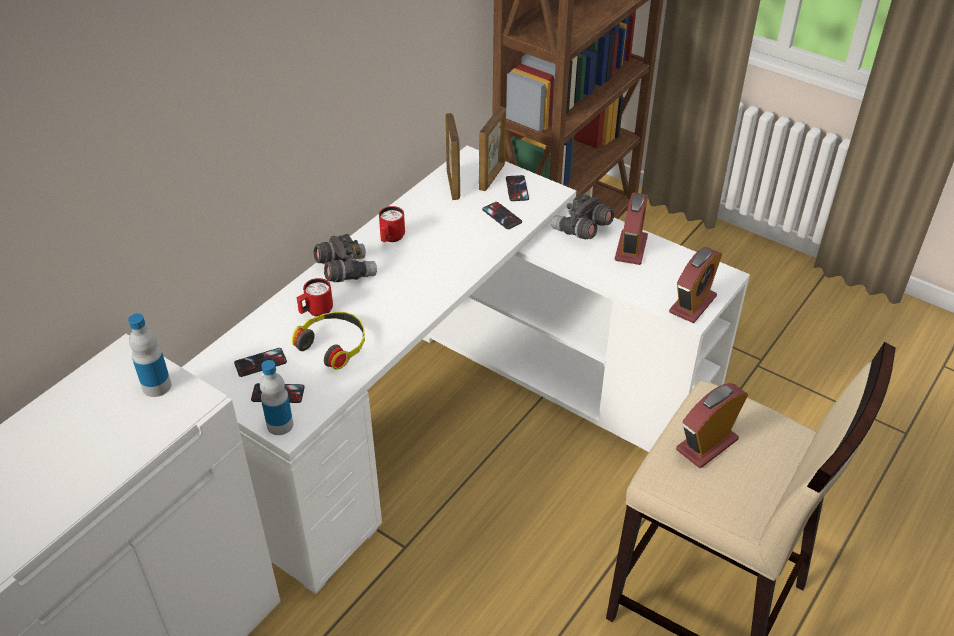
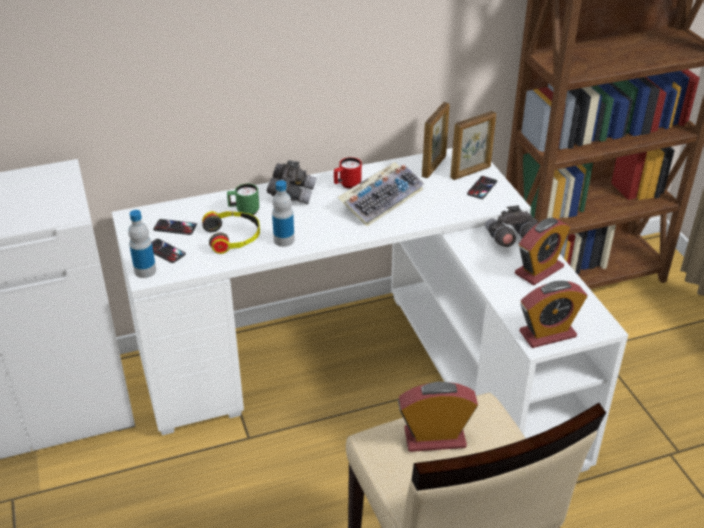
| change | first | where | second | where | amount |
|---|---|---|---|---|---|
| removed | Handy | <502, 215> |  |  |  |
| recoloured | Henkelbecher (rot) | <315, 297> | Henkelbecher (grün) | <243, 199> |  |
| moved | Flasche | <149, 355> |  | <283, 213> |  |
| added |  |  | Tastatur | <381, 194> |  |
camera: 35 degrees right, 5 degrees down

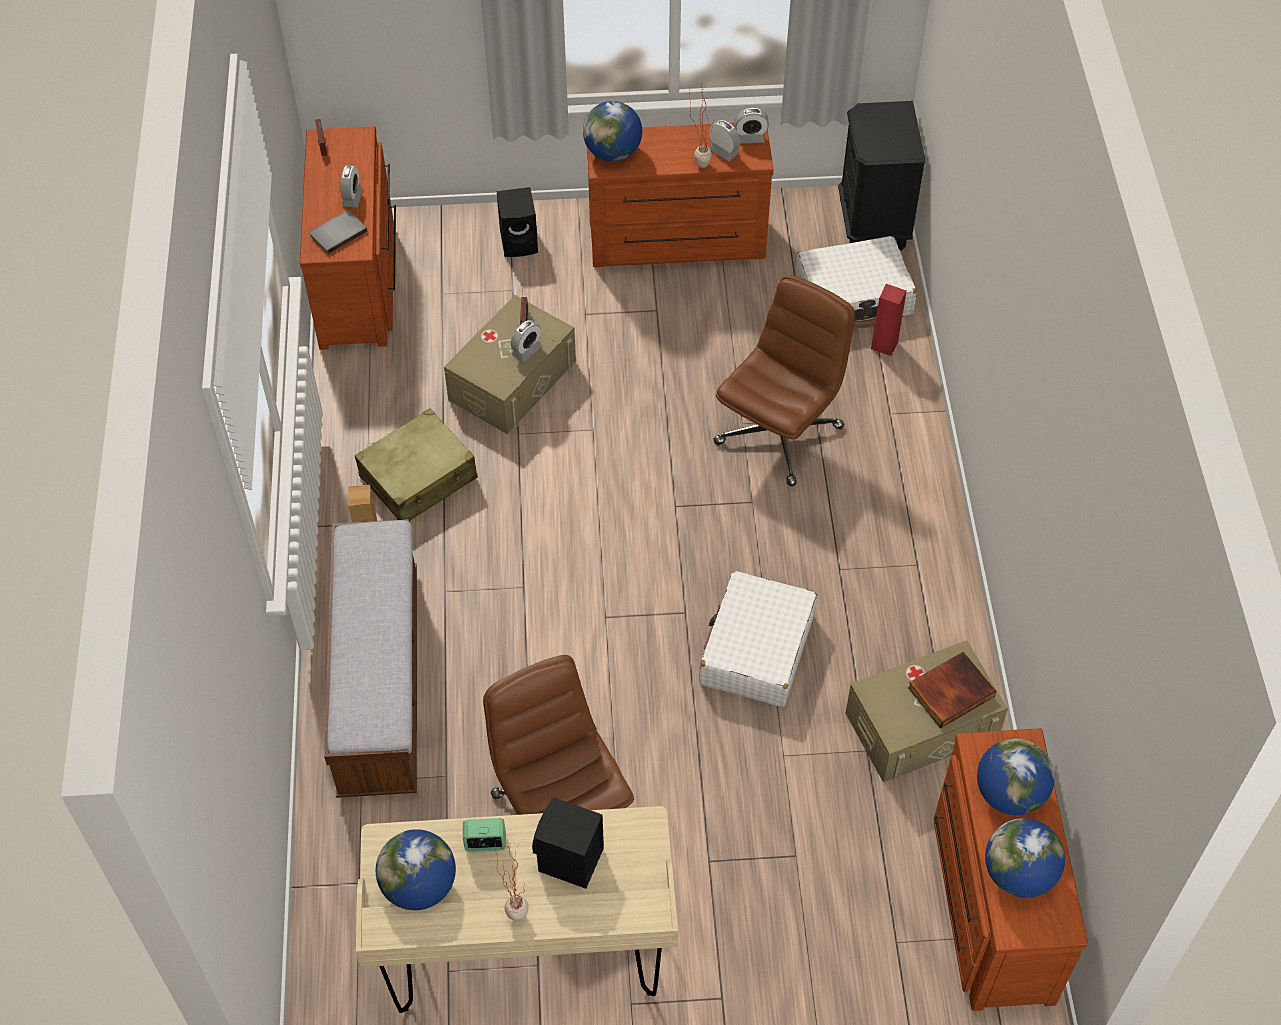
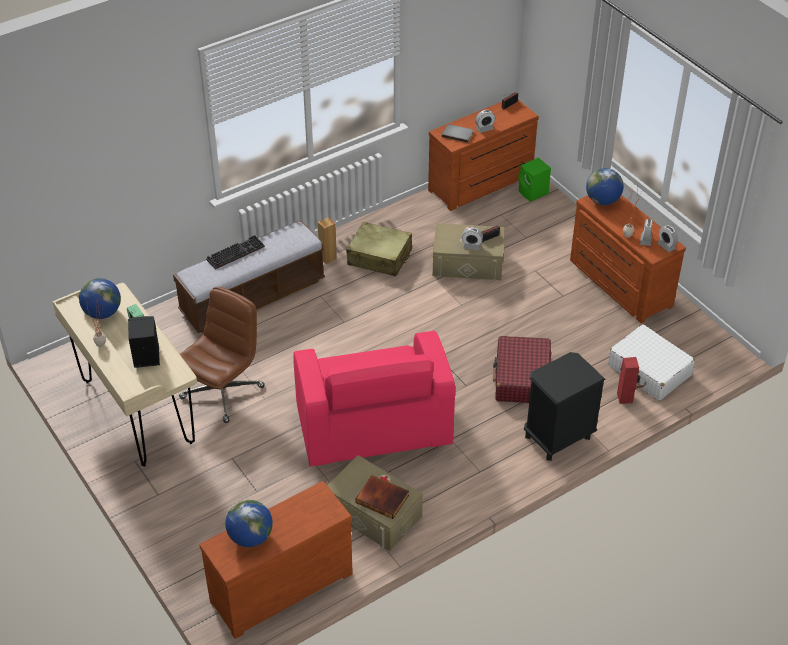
| change | first | where | second | where | amount |
|---|---|---|---|---|---|
| moved | Nachttisch (schwarz) | <881, 176> |  | <564, 406> |  |
| removed | Lautsprecher (schwarz) | <517, 222> |  |  |  |
| replaced | Bürostuhl (braun) | <784, 380> | Koffer (rot) | <522, 369> |  |
| replaced | Koffer (weiß) | <758, 639> | Sessel (rosa) | <374, 399> |  |
| removed | Globus | <1016, 776> |  |  |  |
| added |  |  | Lautsprecher (grün) | <534, 179> |  |
| added |  |  | Tastatur | <235, 252> |  |
camera: 60 degrees right, 10 degrees down

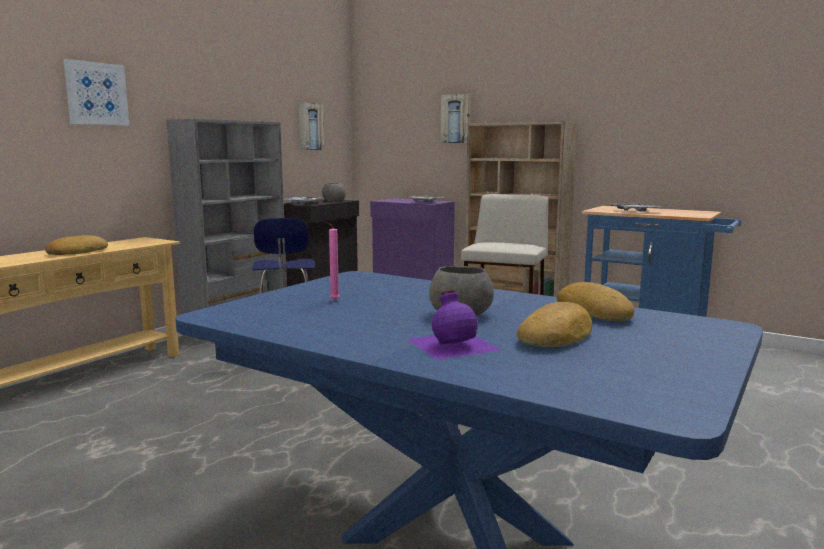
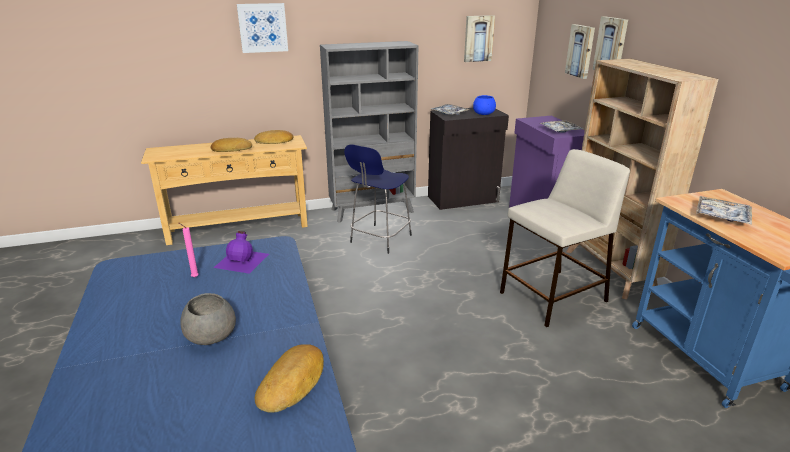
| change | first | where | second | where | amount |
|---|---|---|---|---|---|
| recoloured | Schüssel (grau) | <334, 192> | Schüssel (blau) | <484, 105> |  |
| moved | Flasche (lila) | <454, 325> |  | <241, 252> |  |
| moved | Brot | <554, 324> |  | <274, 137> |  |
| added |  |  | Bild | <580, 51> |  |
camera: 40 degrees right, 15 degrees up

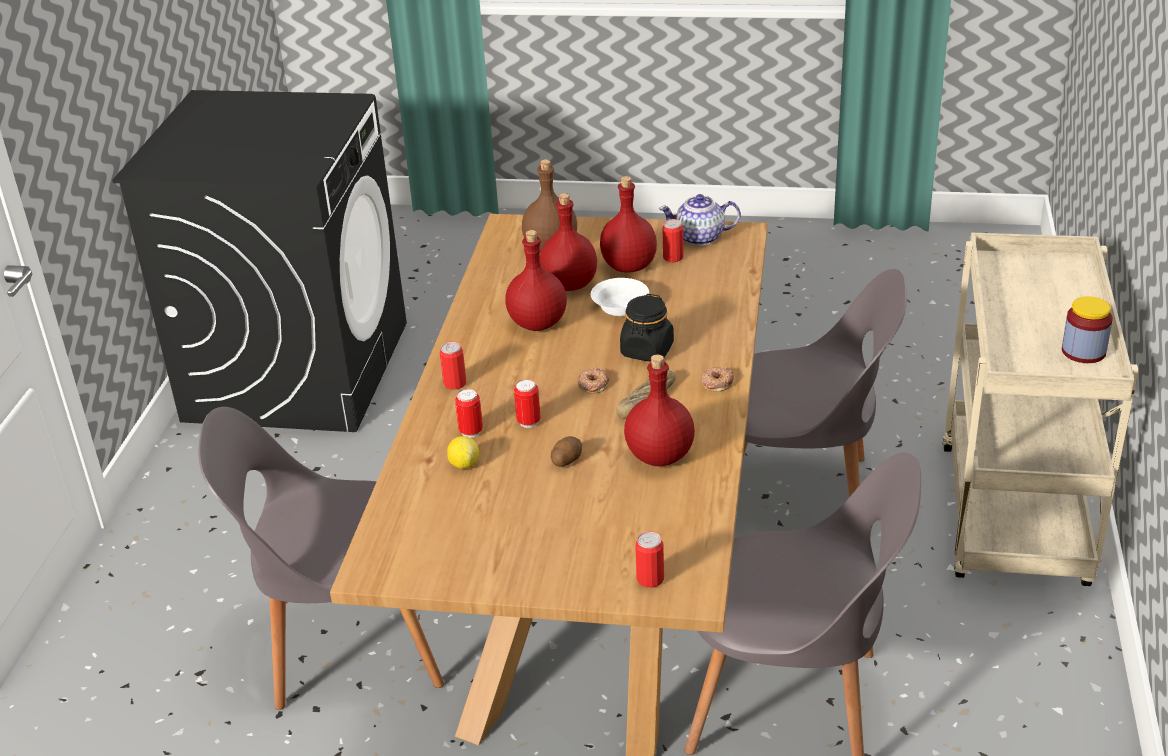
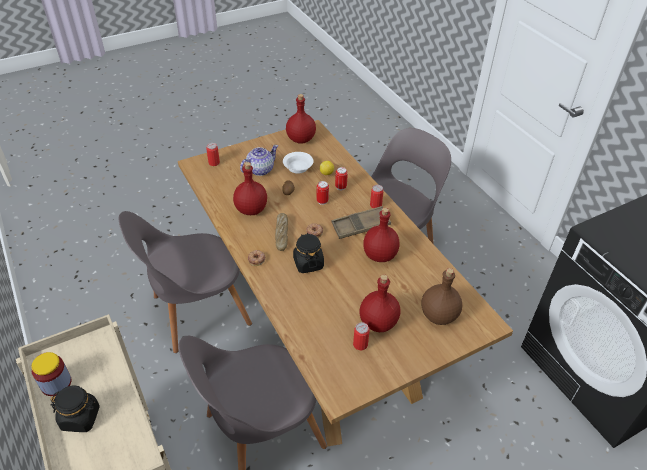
| change | first | where | second | where | amount |
|---|---|---|---|---|---|
| moved | Flasche (rot) | <568, 242> |  | <301, 119> |  |
| moved | Teekanne | <700, 220> |  | <259, 160> |  |
| moved | Schüssel (weiß) | <620, 297> |  | <298, 163> |  |
| added |  |  | Tablett (braun) | <361, 222> |  |
| added |  |  | Vorratsglas (schwarz) | <75, 408> |  |
camera: 140 degrees right, 10 degrees up

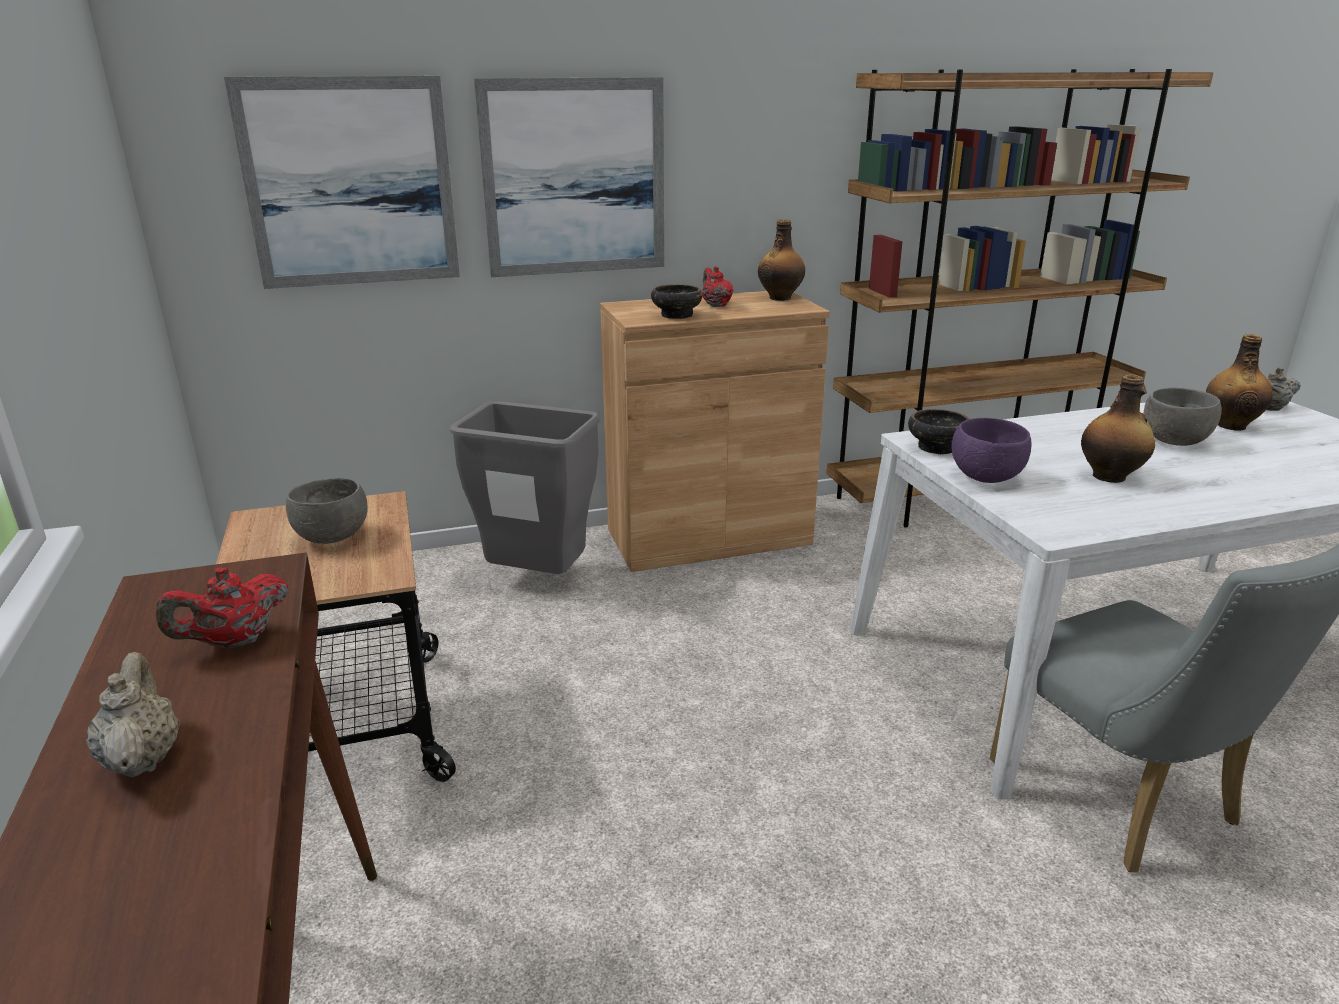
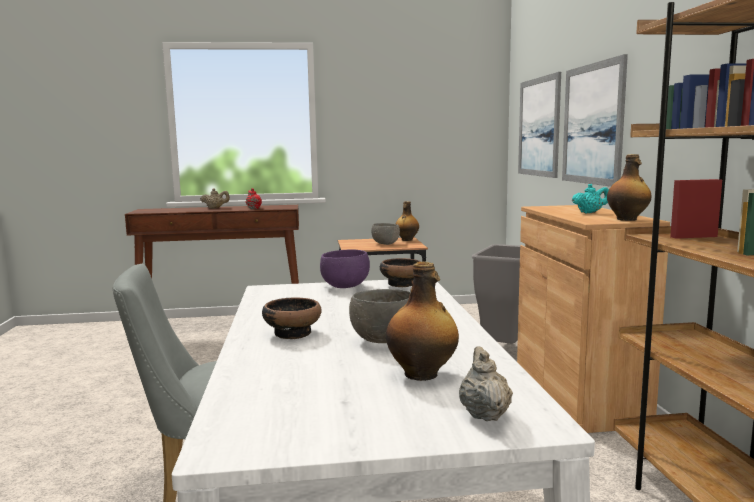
| change | first | where | second | where | amount |
|---|---|---|---|---|---|
| recoloured | Teekanne (rot) | <718, 286> | Teekanne (türkis) | <590, 198> |  |
| moved | Schüssel | <677, 301> |  | <292, 318> |  |
| moved | Flasche | <1118, 428> |  | <407, 221> |  |
camera: 100 degrees right, 15 degrees down

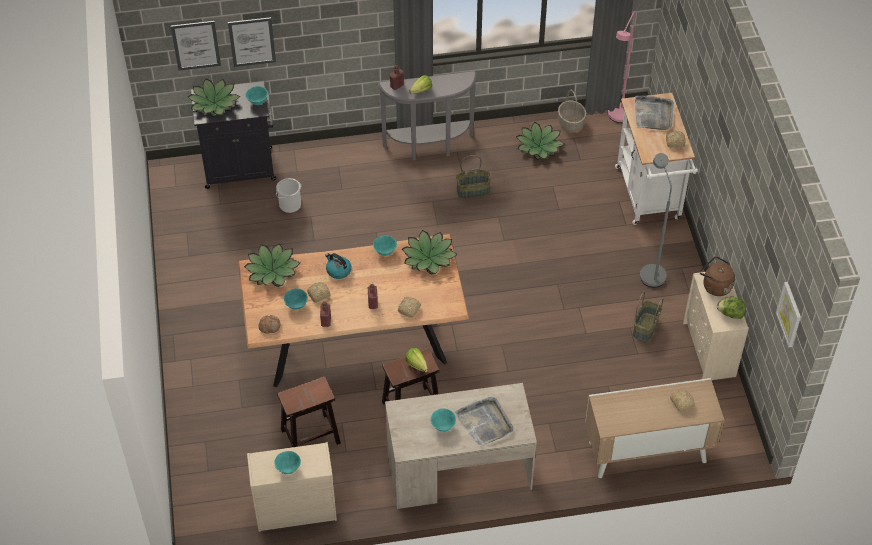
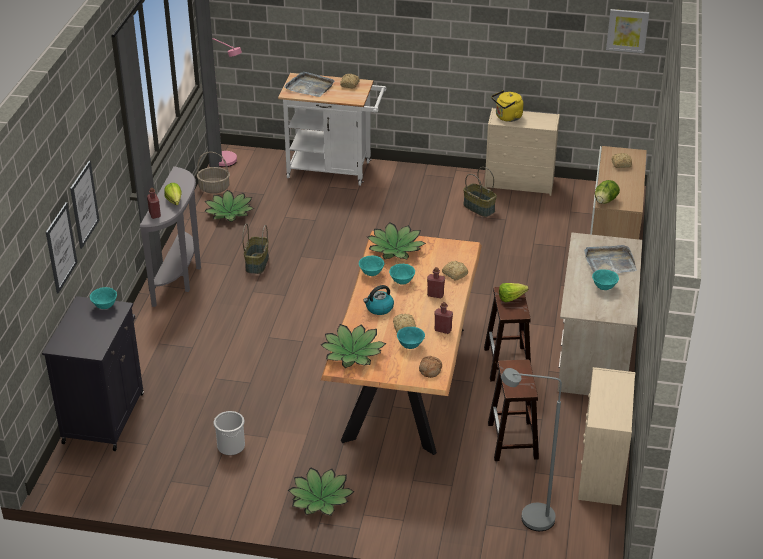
| change | first | where | second | where | amount |
|---|---|---|---|---|---|
| moved | Bild | <196, 45> |  | <84, 205> |  |
| moved | Topfpflanze | <214, 98> |  | <321, 491> |  |
| moved | Stehlampe (grau) | <656, 220> |  | <531, 449> |  |
| moved | Eimer | <288, 195> |  | <229, 433> |  |
| recoloured | Wasserkessel (braun) | <717, 276> | Wasserkessel (gelb) | <507, 106> |  |
| moved | Salatkopf | <731, 308> |  | <607, 192> |  |
| moved | Schüssel (türkis) | <287, 462> |  | <402, 274> |  |
camera: 70 degrees left, 15 degrees down

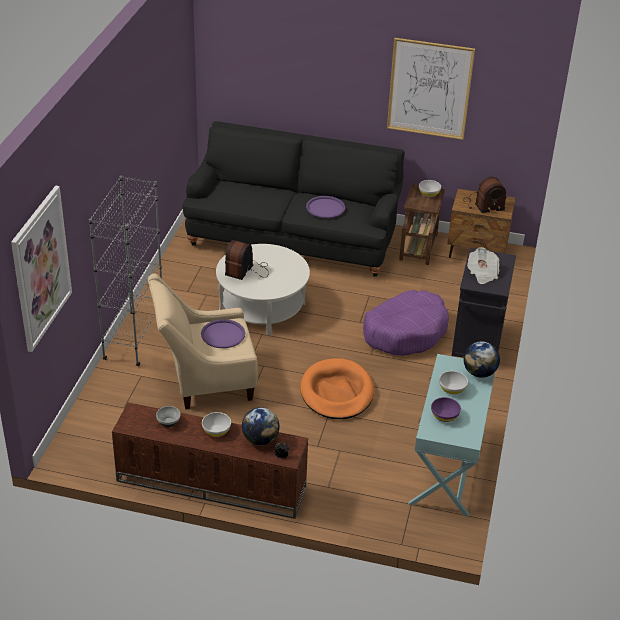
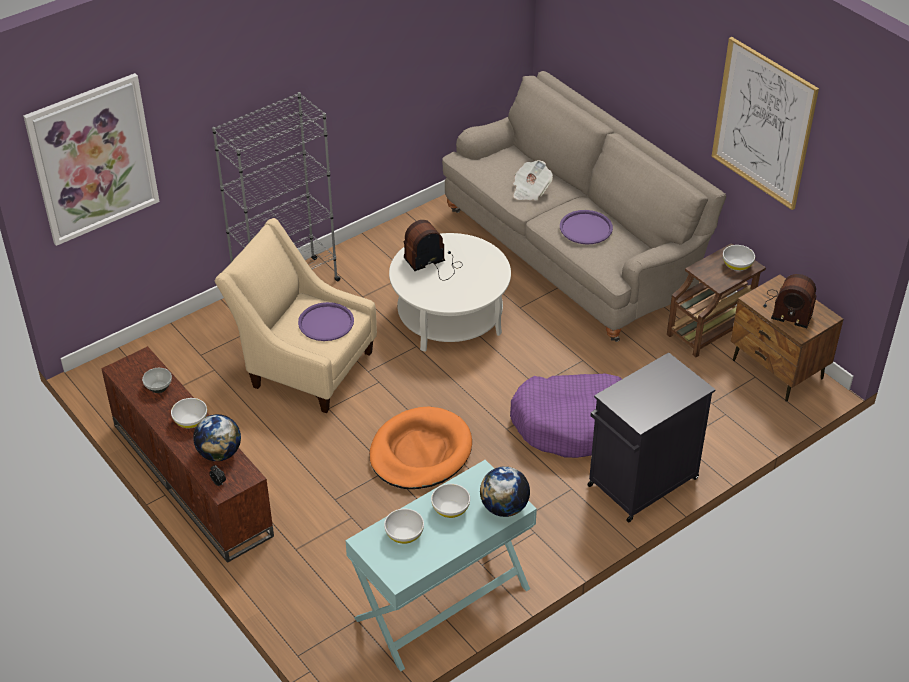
| change | first | where | second | where | amount |
|---|---|---|---|---|---|
| recoloured | Sofa (schwarz) | <294, 199> | Sofa (beige) | <584, 206> |  |
| moved | Zeitung | <483, 265> |  | <533, 180> |  |
| recoloured | Schüssel (lila) | <446, 409> | Schüssel (weiß) | <404, 526> |  |
camera: 40 degrees right, 5 degrees up

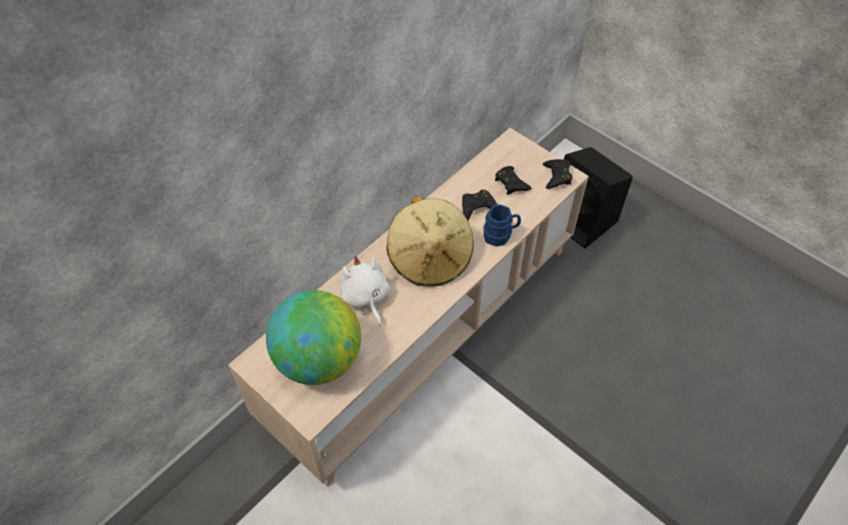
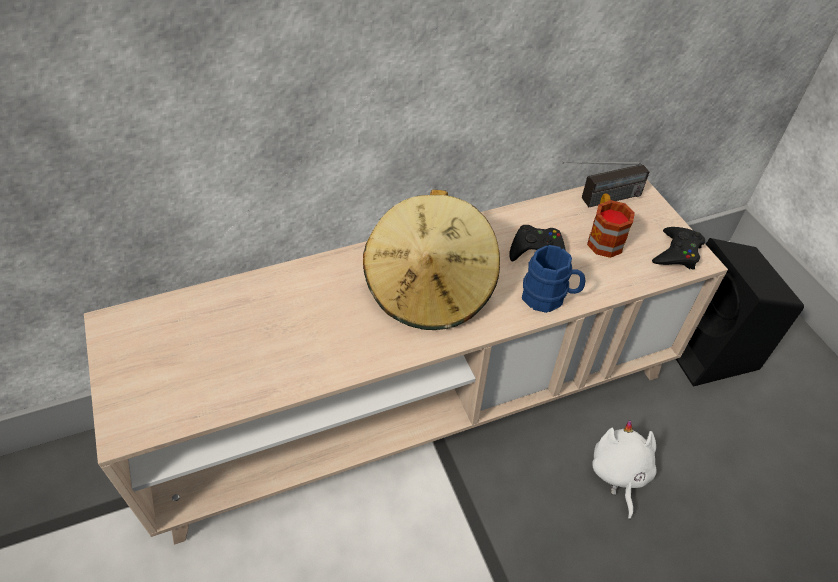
| change | first | where | second | where | amount |
|---|---|---|---|---|---|
| replaced | Gamepad (schwarz) | <513, 180> | Henkelbecher | <611, 225> |  |
| moved | Plüschtier (weiß) | <364, 291> |  | <624, 470> |  |
| removed | Globus | <313, 337> |  |  |  |
| added |  |  | Radio | <605, 184> |  |
camera: 25 degrees right, 5 degrees down

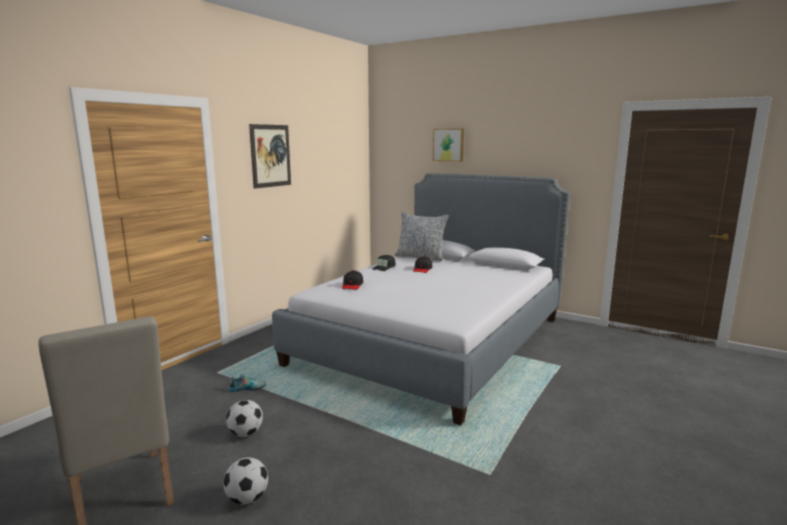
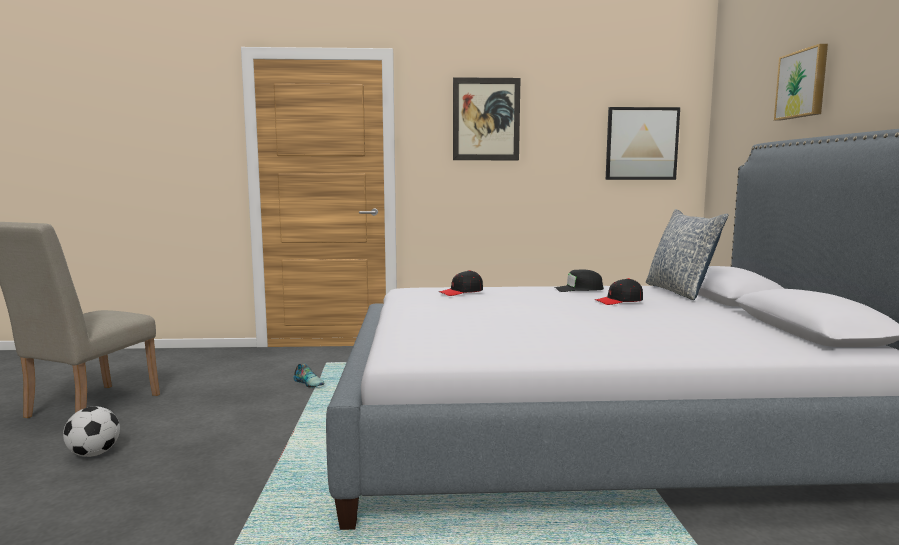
| change | first | where | second | where | amount |
|---|---|---|---|---|---|
| removed | Fußball | <244, 418> |  |  |  |
| added |  |  | Bild | <643, 143> |  |
camera: 55 degrees right, 5 degrees down

